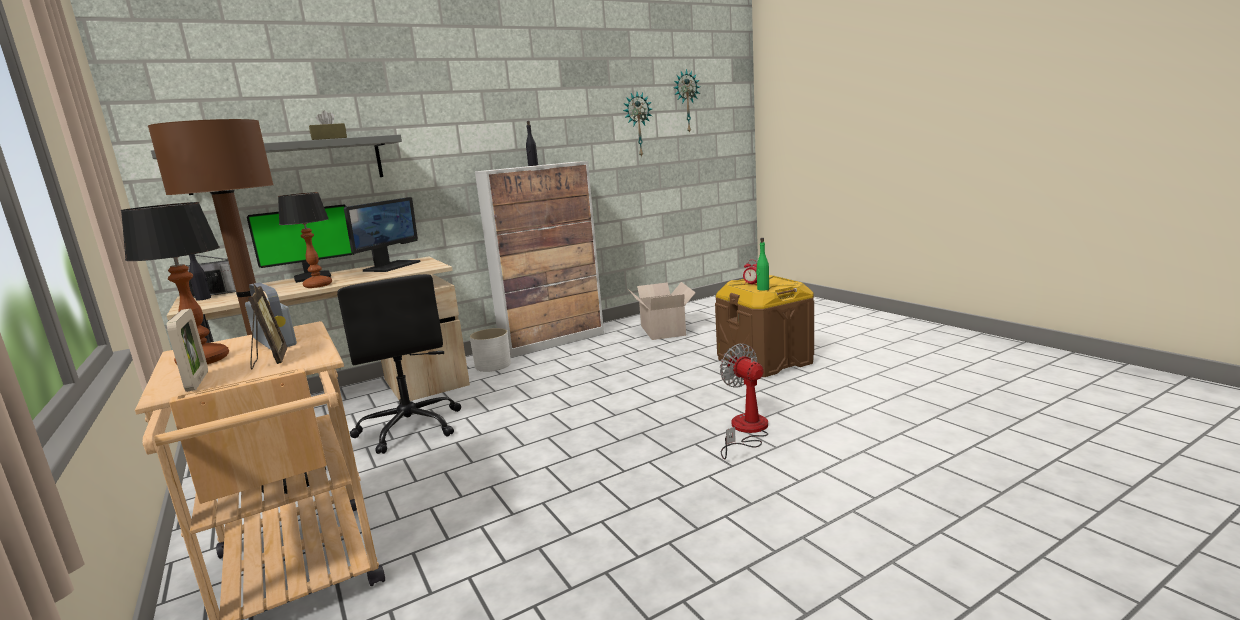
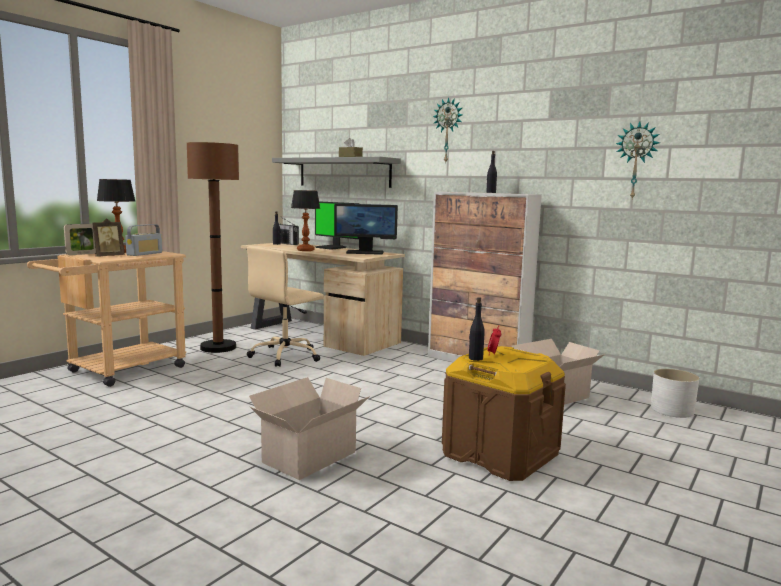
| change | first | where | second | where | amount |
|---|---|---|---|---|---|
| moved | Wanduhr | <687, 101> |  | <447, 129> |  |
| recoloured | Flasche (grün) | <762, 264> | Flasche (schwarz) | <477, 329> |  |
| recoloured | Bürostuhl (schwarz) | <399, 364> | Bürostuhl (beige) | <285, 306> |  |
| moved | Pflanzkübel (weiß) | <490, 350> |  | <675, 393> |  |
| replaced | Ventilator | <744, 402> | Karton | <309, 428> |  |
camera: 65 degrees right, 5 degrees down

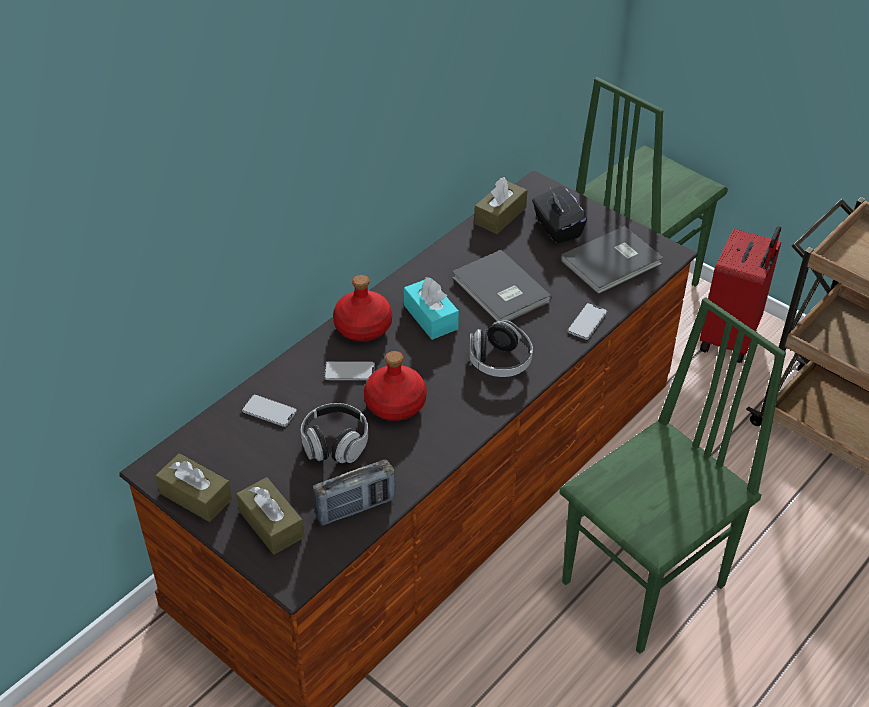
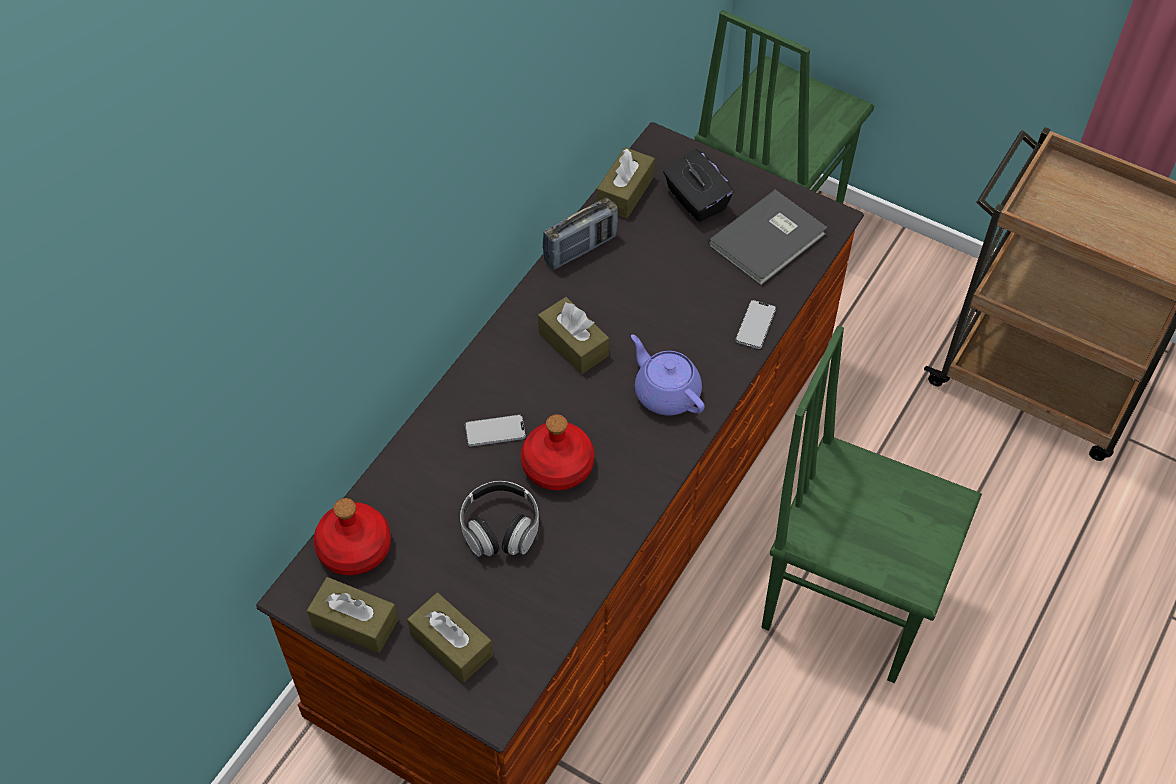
| change | first | where | second | where | amount |
|---|---|---|---|---|---|
| removed | Koffer (rot) | <740, 294> |  |  |  |
| removed | Buch (grau) | <501, 286> |  |  |  |
| moved | Flasche (rot) | <362, 308> |  | <352, 536> |  |
| recoloured | Taschentuchbox (türkis) | <431, 308> | Taschentuchbox (braun) | <573, 335> |  |
| turned | Stuhl (grün) | <673, 475> |  | <872, 504> | 105 degrees counterclockwise |
| replaced | Kopfhörer | <501, 348> | Teekanne (lila) | <668, 374> |  |
| removed | Handy | <269, 410> |  |  |  |
| moved | Radio | <354, 493> |  | <580, 234> |  |
camera: 10 degrees left, 10 degrees up

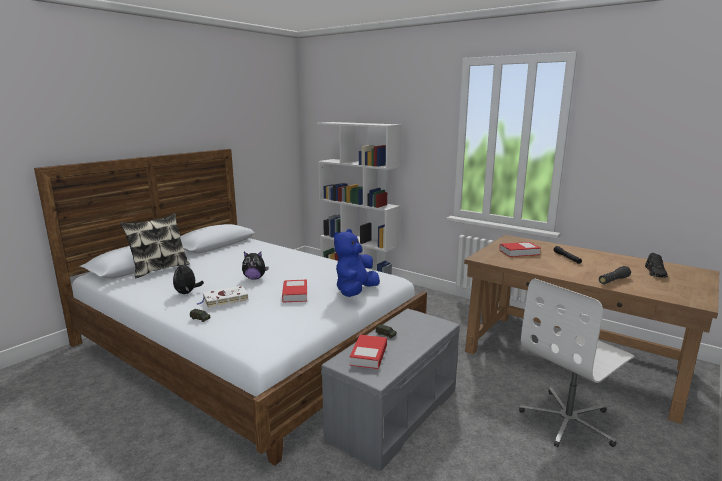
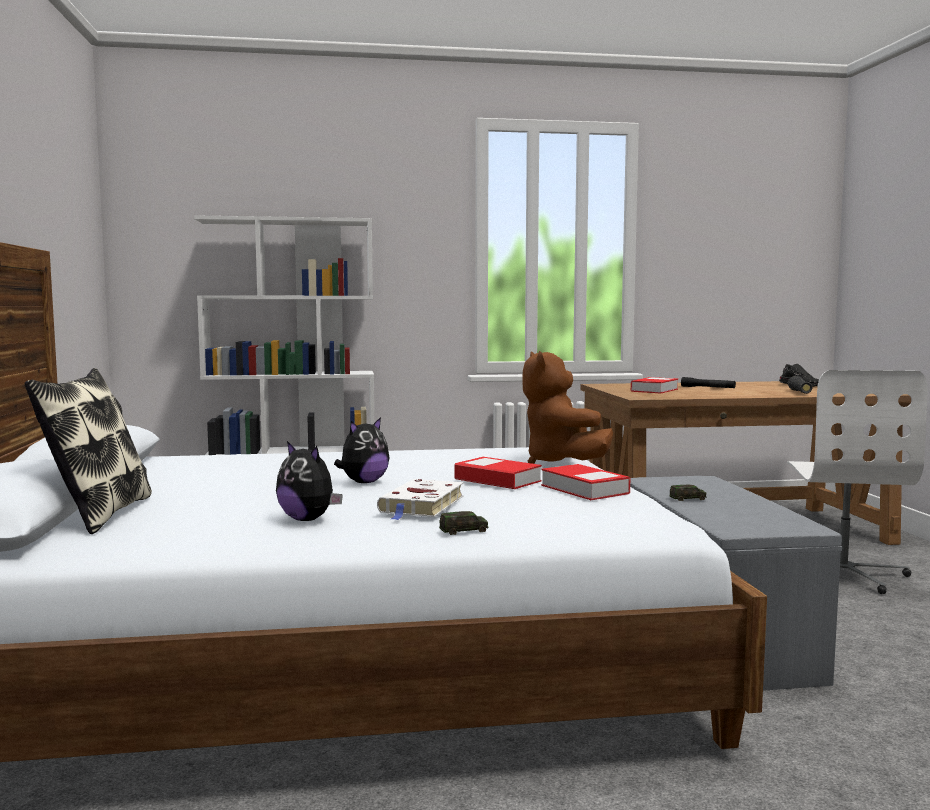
| change | first | where | second | where | amount |
|---|---|---|---|---|---|
| recoloured | Plüschtier (blau) | <357, 263> | Plüschtier (braun) | <568, 407> |  |
| moved | Buch | <368, 352> |  | <585, 482> |  |
camera: 45 degrees left, 10 degrees down

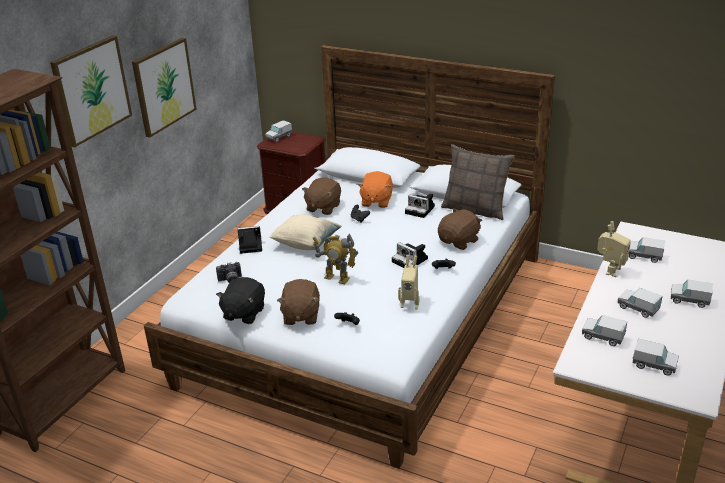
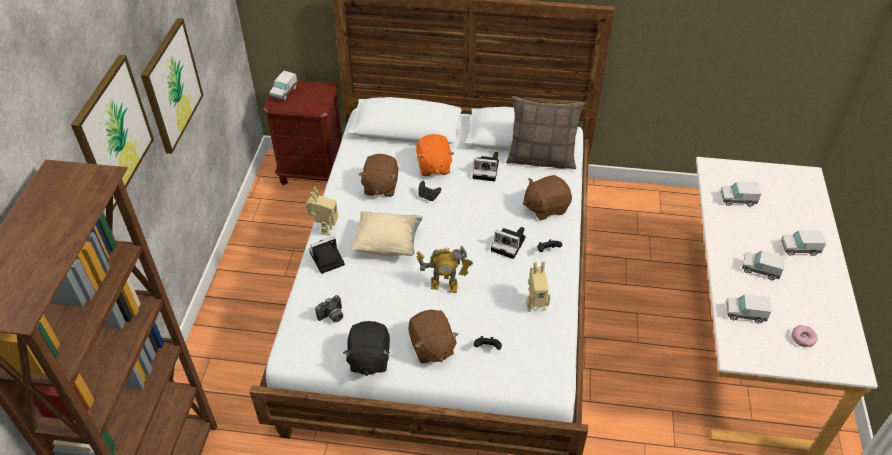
| change | first | where | second | where | amount |
|---|---|---|---|---|---|
| turned | Plüschtier (braun) | <460, 229> |  | <547, 197> | 135 degrees counterclockwise |
| moved | Spielzeugroboter | <614, 249> |  | <322, 211> |  |
| replaced | Spielzeuglaster | <656, 357> | Donut | <804, 336> |  |
camera: 20 degrees left, 15 degrees up

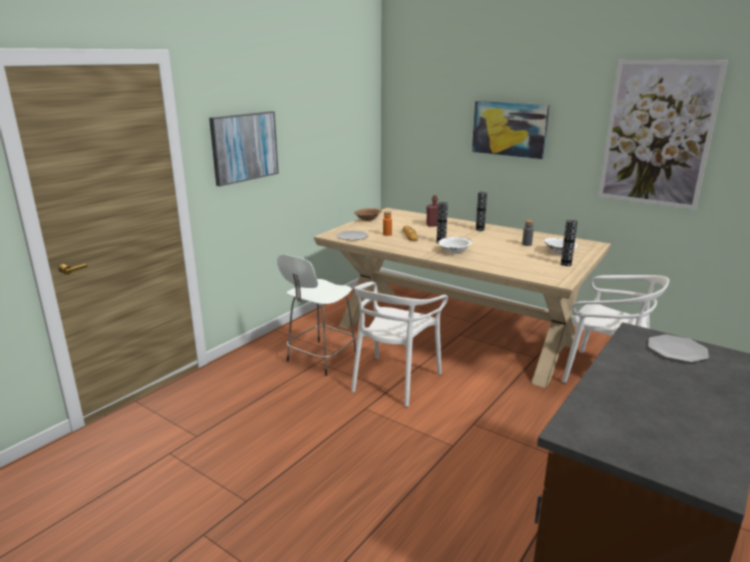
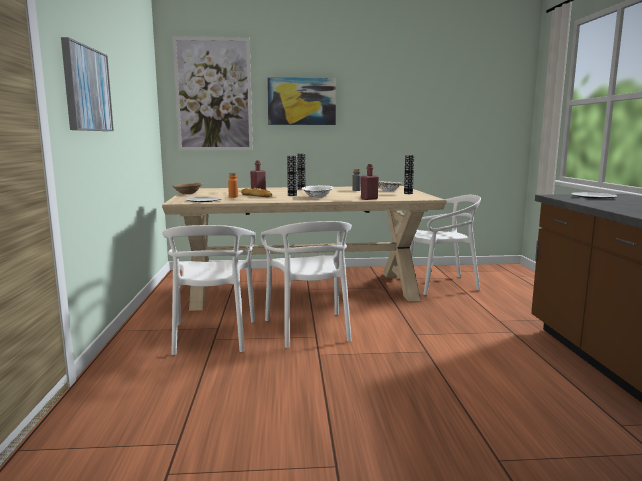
| change | first | where | second | where | amount |
|---|---|---|---|---|---|
| moved | Bild | <663, 135> |  | <212, 93> |  |
| replaced | Hocker (weiß) | <316, 315> | Stuhl (weiß) | <209, 290> |  |
| added |  |  | Flasche (rot) | <370, 182> |  |
camera: 40 degrees left, 10 degrees down

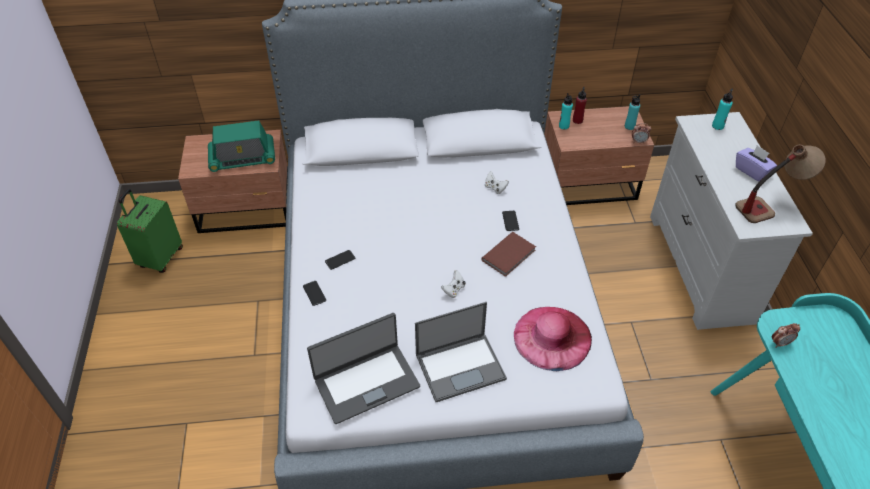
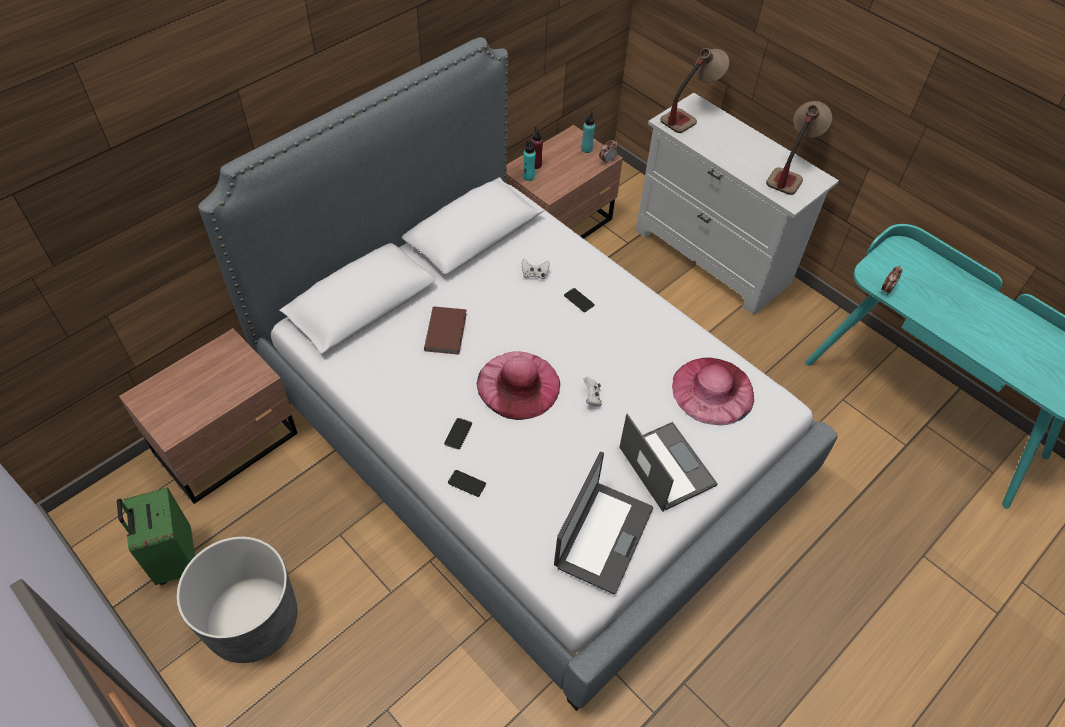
| change | first | where | second | where | amount |
|---|---|---|---|---|---|
| replaced | Flasche (türkis) | <722, 109> | Tischlampe | <695, 90> |  |
| removed | Radio | <241, 146> |  |  |  |
| removed | Taschentuchbox (lila) | <756, 163> |  |  |  |
| moved | Buch (braun) | <508, 254> |  | <445, 330> |  |
| turned | Laptop | <461, 352> |  | <668, 462> | 60 degrees counterclockwise |
| added |  |  | Hut (rosa) | <518, 385> |  |
| added |  |  | Pflanzkübel (grau) | <236, 599> |  |
camera: 40 degrees left, 5 degrees up

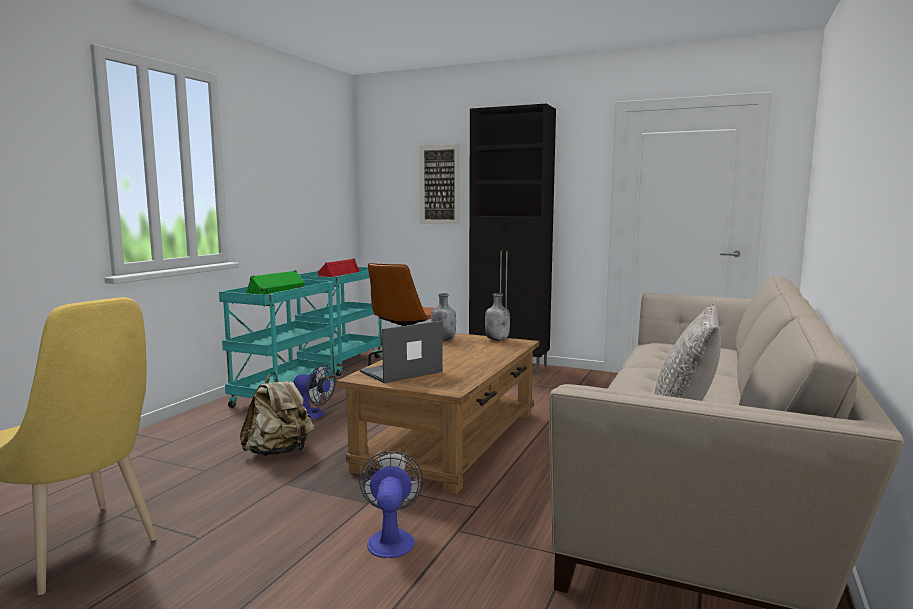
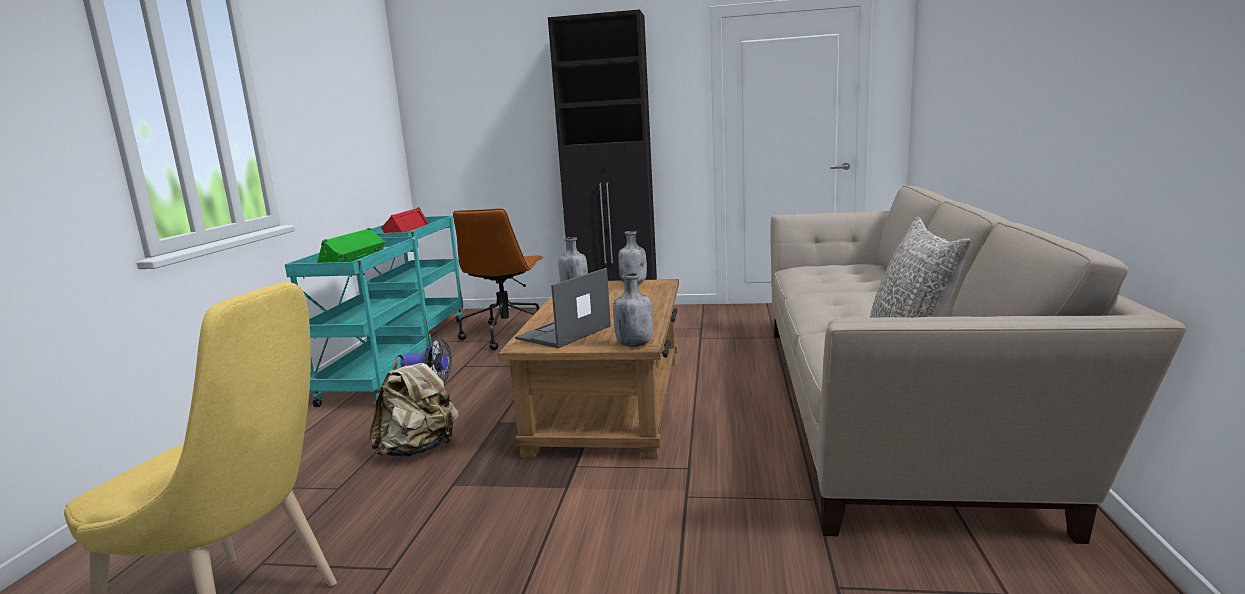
| change | first | where | second | where | amount |
|---|---|---|---|---|---|
| removed | Bild | <439, 184> |  |  |  |
| removed | Ventilator | <391, 504> |  |  |  |
| added |  |  | Flasche (grau) | <633, 310> |  |
camera: 15 degrees left, 5 degrees up

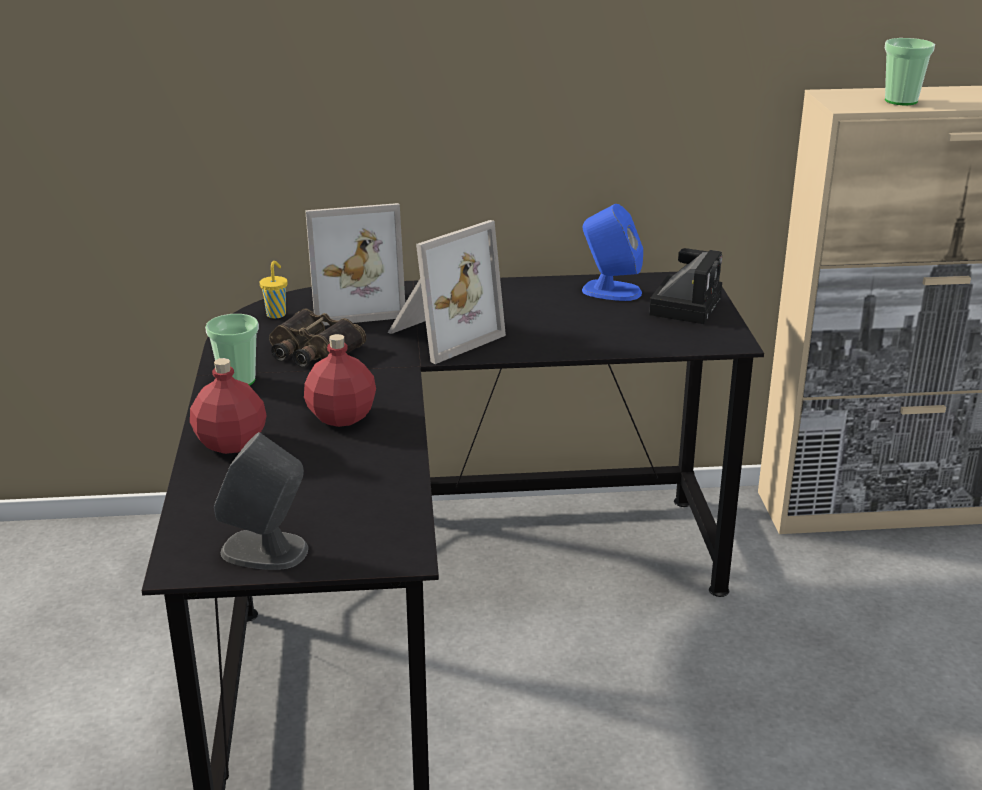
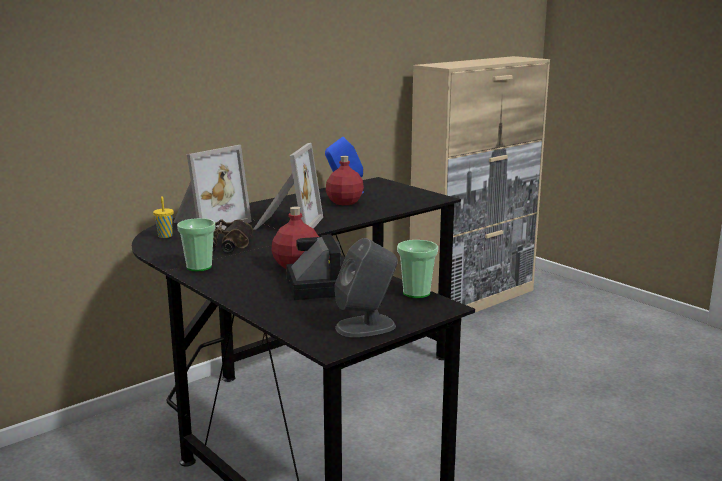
| change | first | where | second | where | amount |
|---|---|---|---|---|---|
| moved | Tasse | <910, 71> |  | <417, 269> |  |
| moved | Kamera | <685, 286> |  | <313, 267> |  |
| moved | Flasche (rot) | <228, 406> |  | <345, 180> |  |
camera: 35 degrees left, 10 degrees down

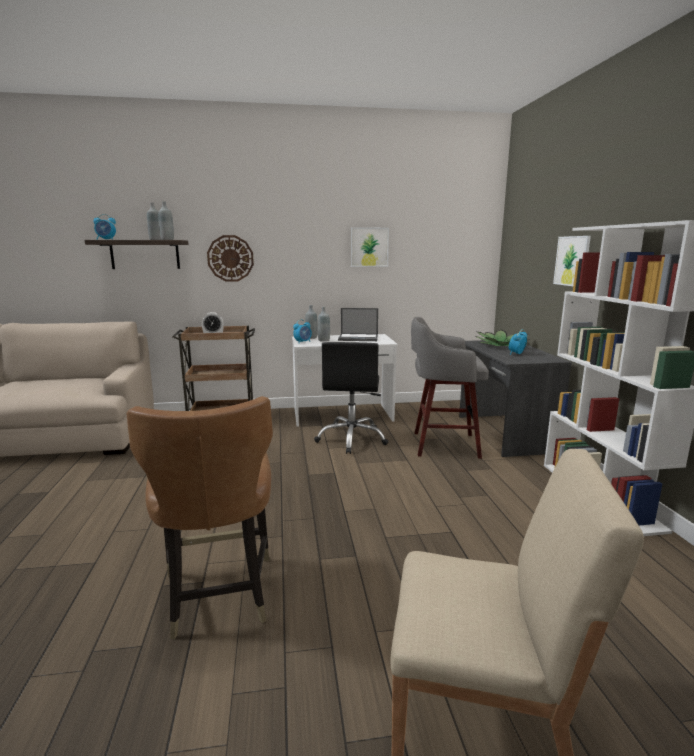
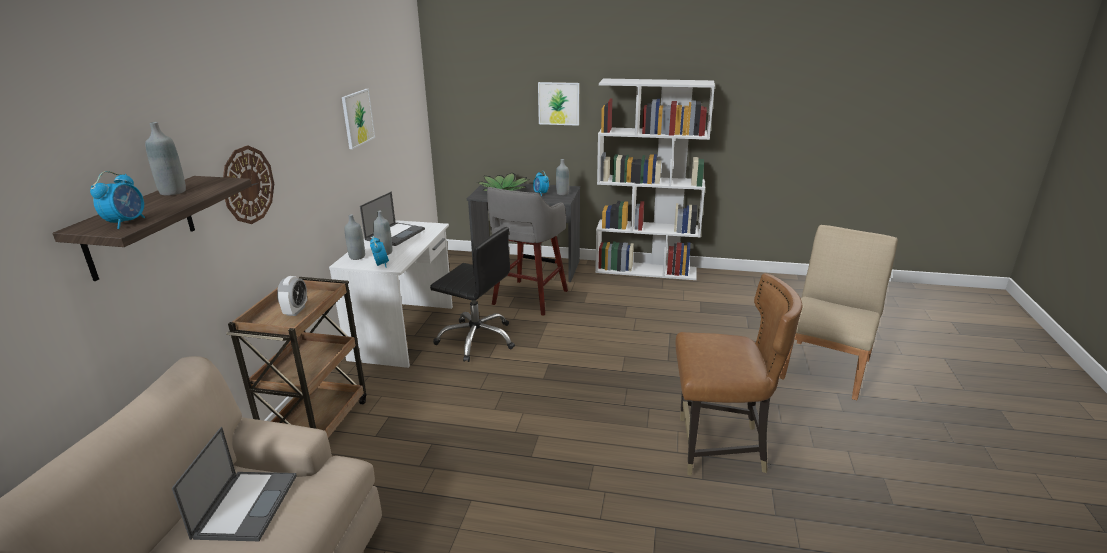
| change | first | where | second | where | amount |
|---|---|---|---|---|---|
| moved | Flasche (grau) | <166, 220> |  | <562, 177> |  |
| added |  |  | Laptop | <234, 484> |  |
camera: 70 degrees left, 10 degrees up

